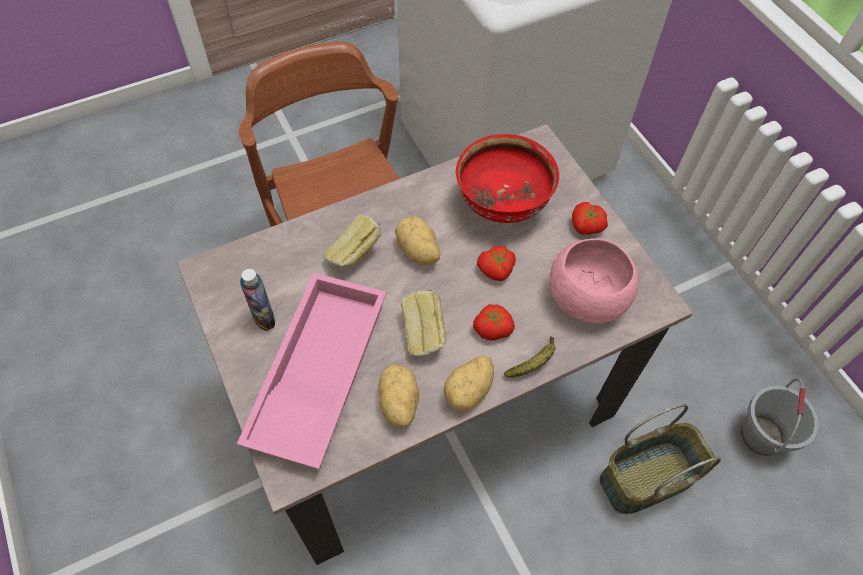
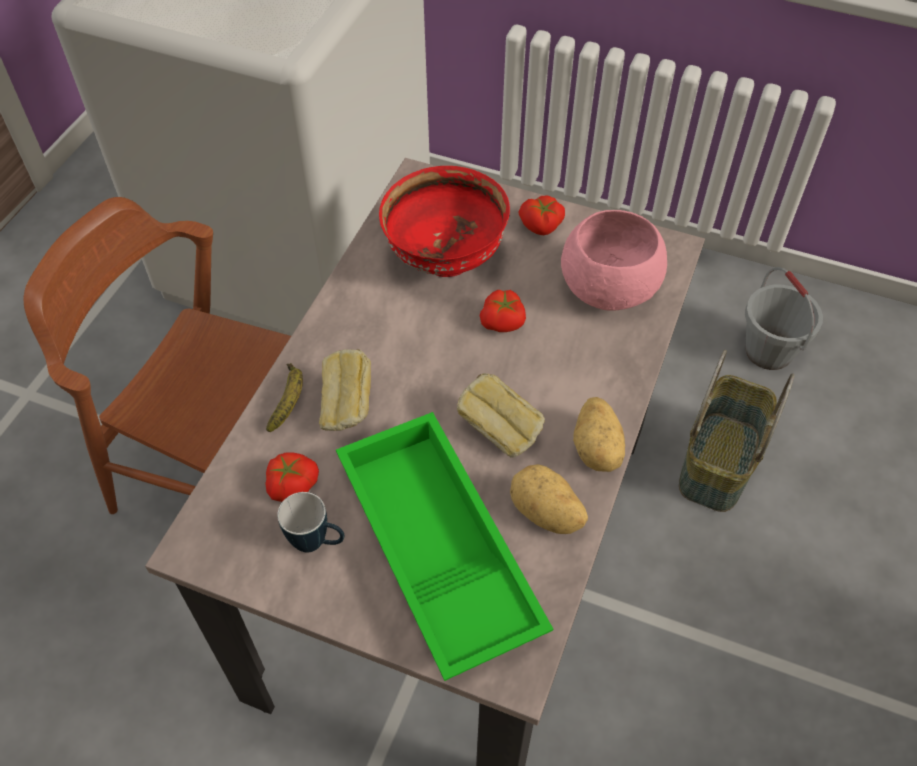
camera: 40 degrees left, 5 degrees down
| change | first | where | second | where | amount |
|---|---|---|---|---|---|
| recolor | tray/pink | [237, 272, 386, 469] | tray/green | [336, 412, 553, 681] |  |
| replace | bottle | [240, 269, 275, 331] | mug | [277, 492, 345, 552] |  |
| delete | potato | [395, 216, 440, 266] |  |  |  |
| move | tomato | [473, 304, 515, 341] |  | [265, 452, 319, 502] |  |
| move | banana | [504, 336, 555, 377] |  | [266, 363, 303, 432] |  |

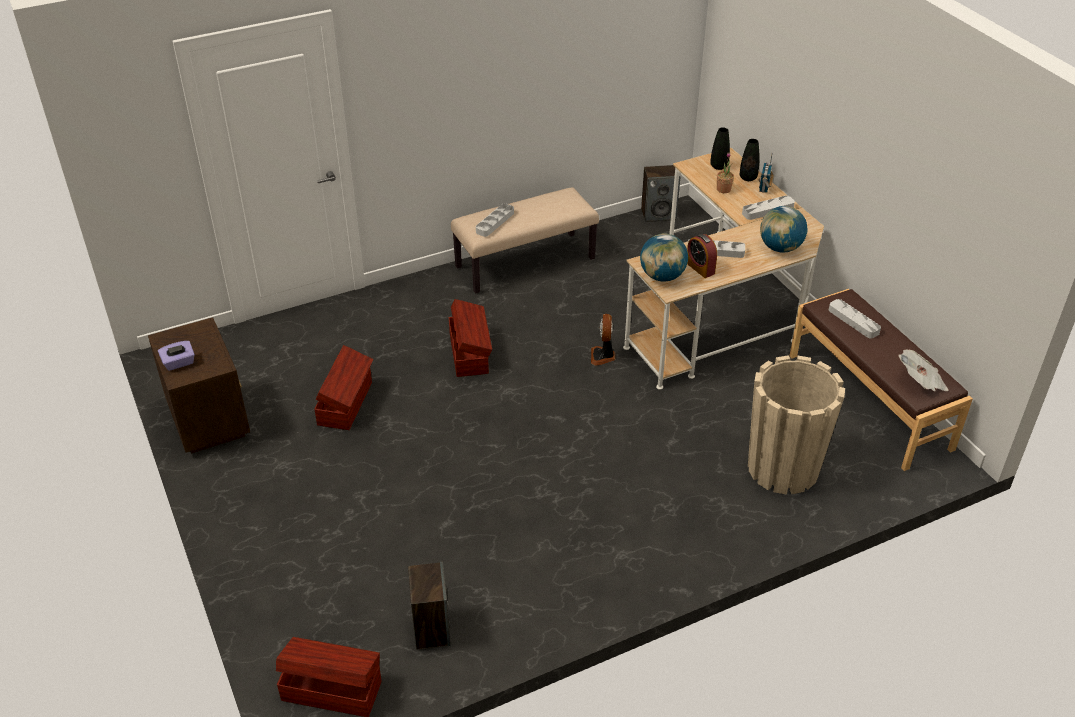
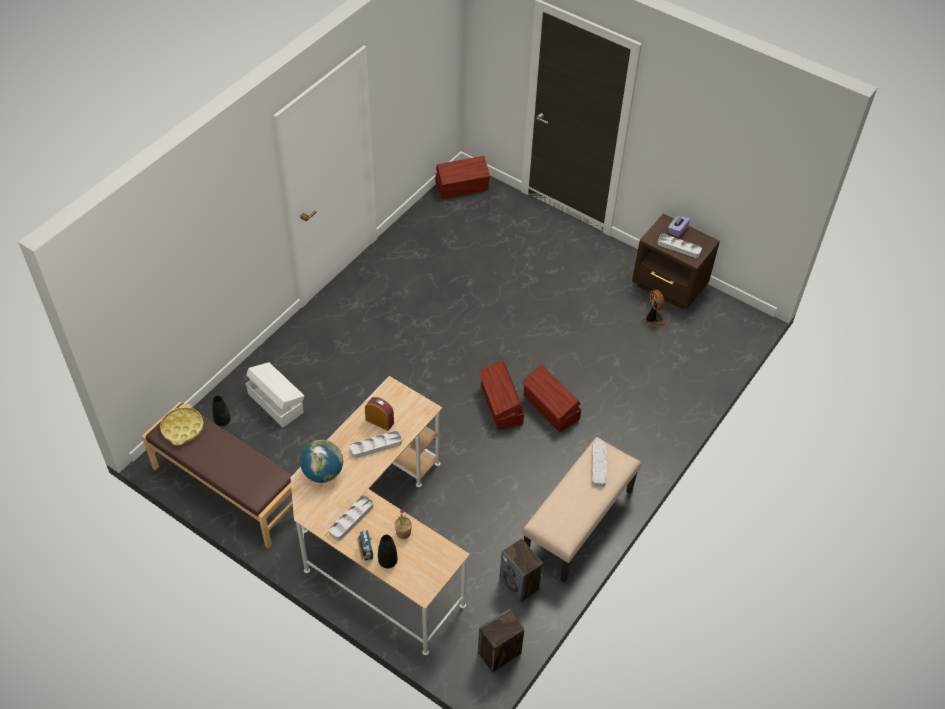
camera: 150 degrees right, 10 degrees up
| change | first | where | second | where | amount |
|---|---|---|---|---|---|
| move | storage box/brown | [314, 345, 373, 430] |  | [479, 360, 524, 430] |  |
| move | speaker | [408, 562, 451, 649] |  | [500, 539, 543, 603] |  |
| move | fan | [591, 314, 615, 365] |  | [643, 289, 667, 325] |  |
| delete | globe | [640, 234, 688, 282] |  |  |  |
| move | vase/black | [710, 127, 730, 170] |  | [212, 396, 230, 426] |  |
| replace | planter/beige | [748, 355, 845, 495] | storage box/white | [246, 362, 304, 427] |  |
| move | tray/grey | [829, 299, 881, 338] |  | [657, 234, 702, 258] |  |
| replace | newspaper | [899, 350, 949, 391] | tray/yellow | [160, 404, 204, 445] |  |

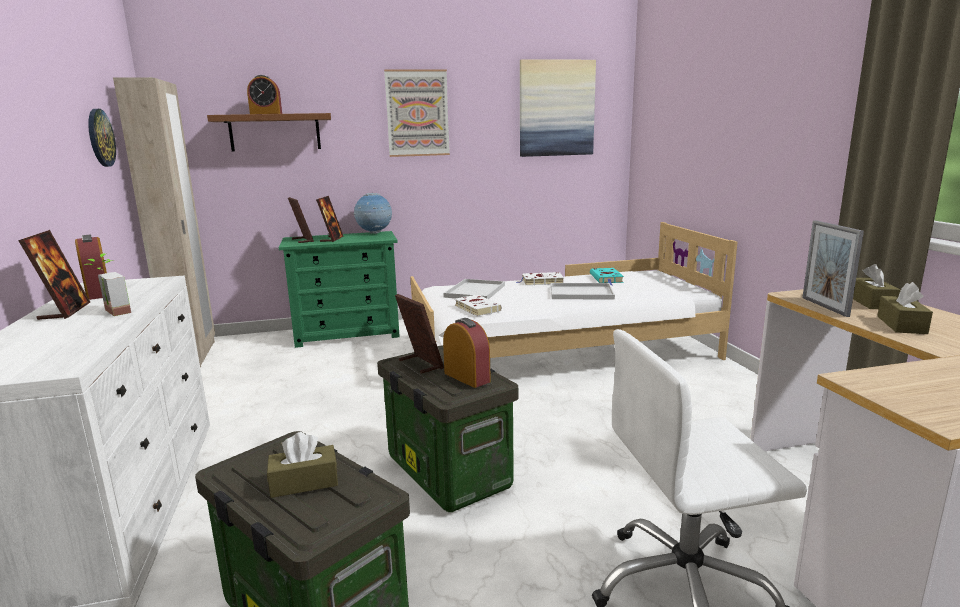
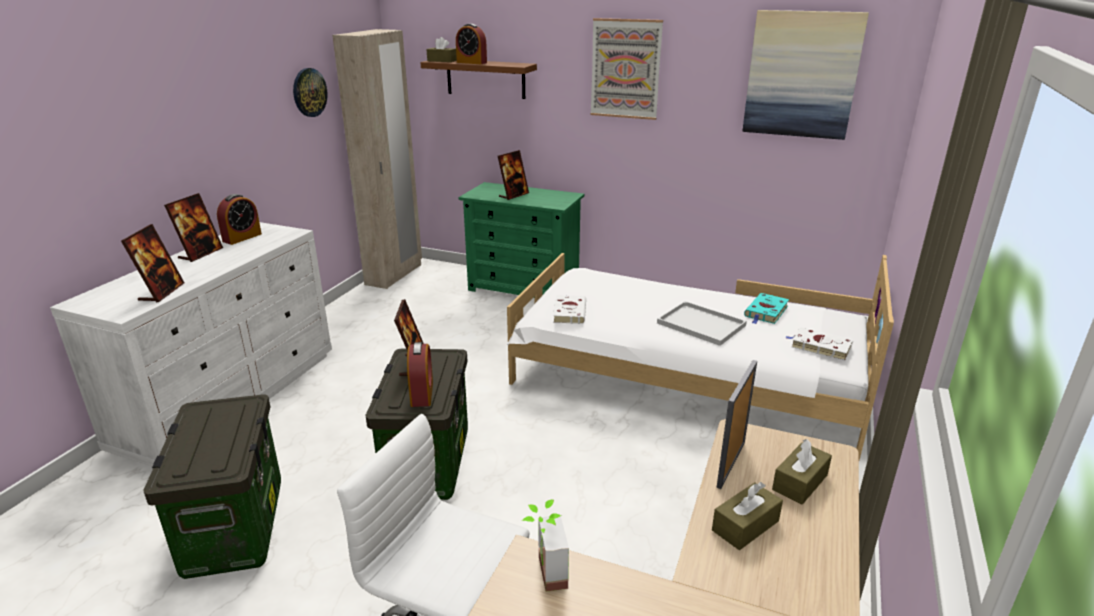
camera: 35 degrees right, 10 degrees up
| change | first | where | second | where | amount |
|---|---|---|---|---|---|
| rotate | alarm clock | [75, 235, 107, 300] |  | [217, 194, 262, 245] | 150 degrees counterclockwise |
| move | potted plant | [84, 253, 131, 316] |  | [522, 500, 569, 592] |  |
| move | tissue box/brown | [267, 432, 338, 498] |  | [427, 37, 457, 62] |  |
| move | picture frame | [288, 197, 314, 243] |  | [121, 224, 184, 303] |  |
| delete | globe | [354, 193, 392, 234] |  |  |  |
| delete | tray/white | [443, 279, 505, 299] |  |  |  |
| move | book/white | [517, 272, 564, 285] |  | [786, 327, 853, 361] |  |

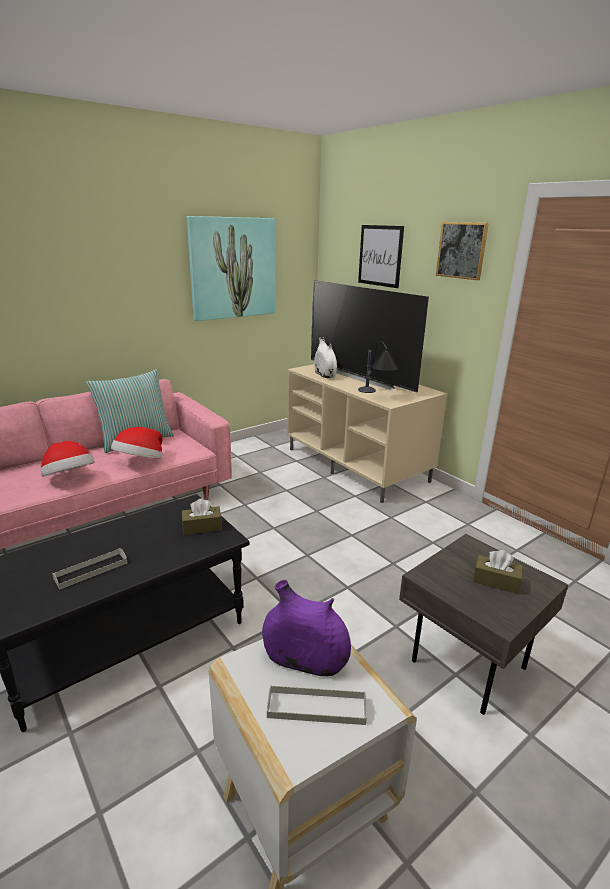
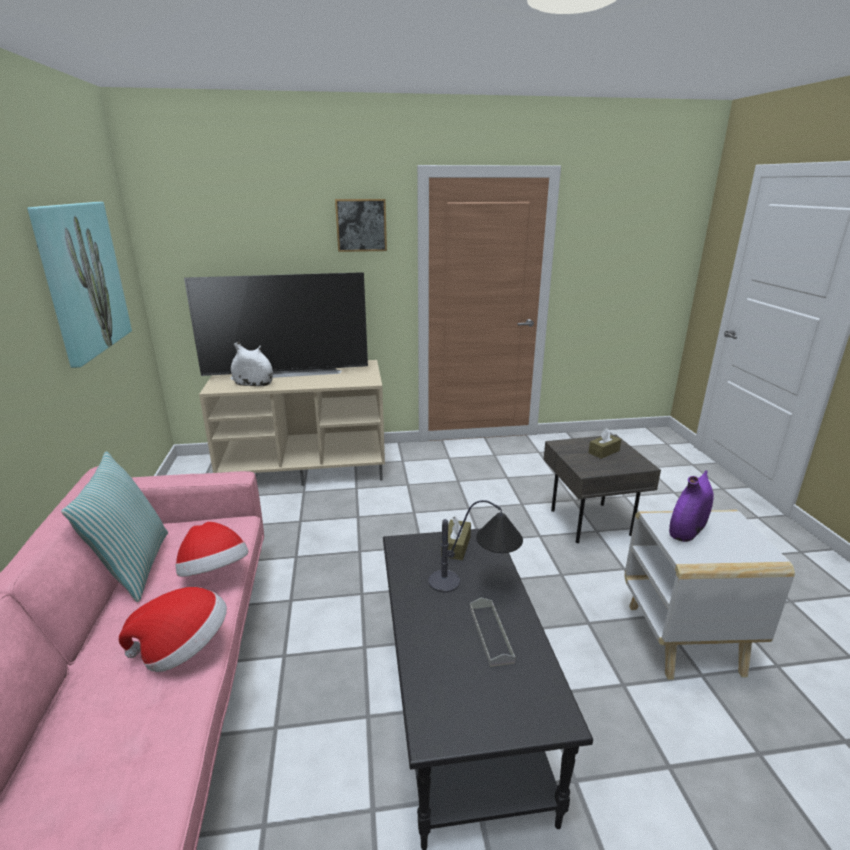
camera: 60 degrees left, 0 degrees up
| change | first | where | second | where | amount |
|---|---|---|---|---|---|
| delete | tray/grey | [267, 685, 367, 725] |  |  |  |
| delete | picture | [358, 225, 404, 288] |  |  |  |
| move | table lamp | [358, 341, 398, 393] |  | [428, 500, 523, 592] |  |

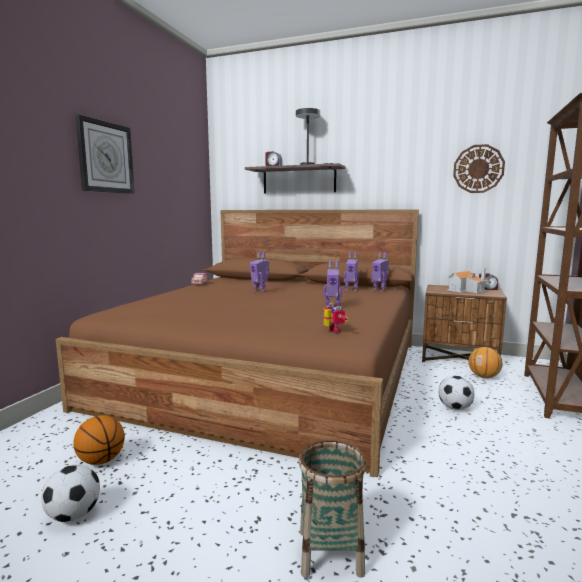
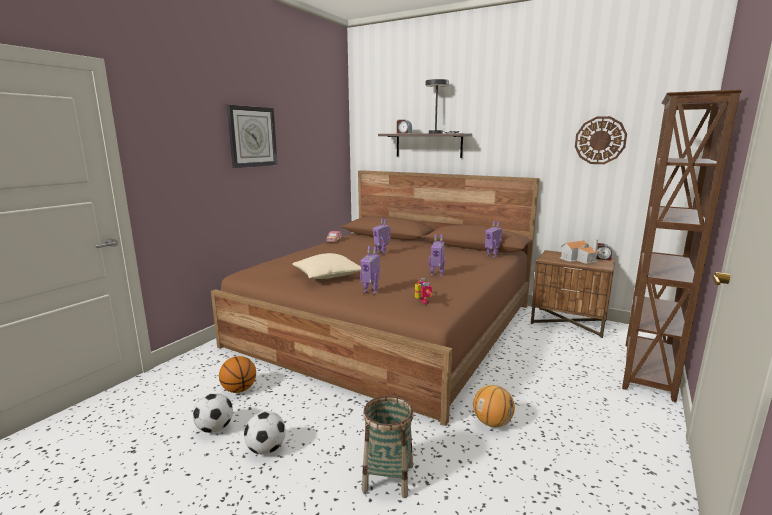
camera: 10 degrees right, 5 degrees up
| change | first | where | second | where | amount |
|---|---|---|---|---|---|
| move | toy robot | [344, 252, 359, 291] |  | [360, 246, 381, 294] |  |
| move | football | [439, 376, 474, 410] |  | [244, 411, 286, 454] |  |
| move | basketball | [469, 347, 503, 378] |  | [473, 385, 515, 427] |  |
| insert |  |  | pillow/beige | [292, 253, 361, 279] |  |

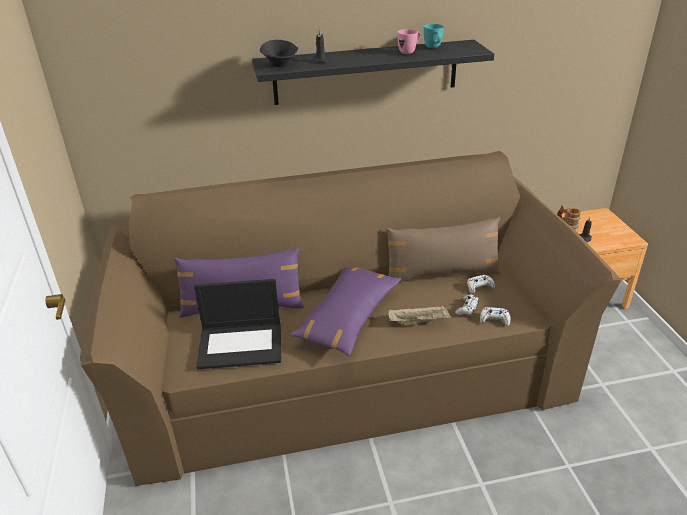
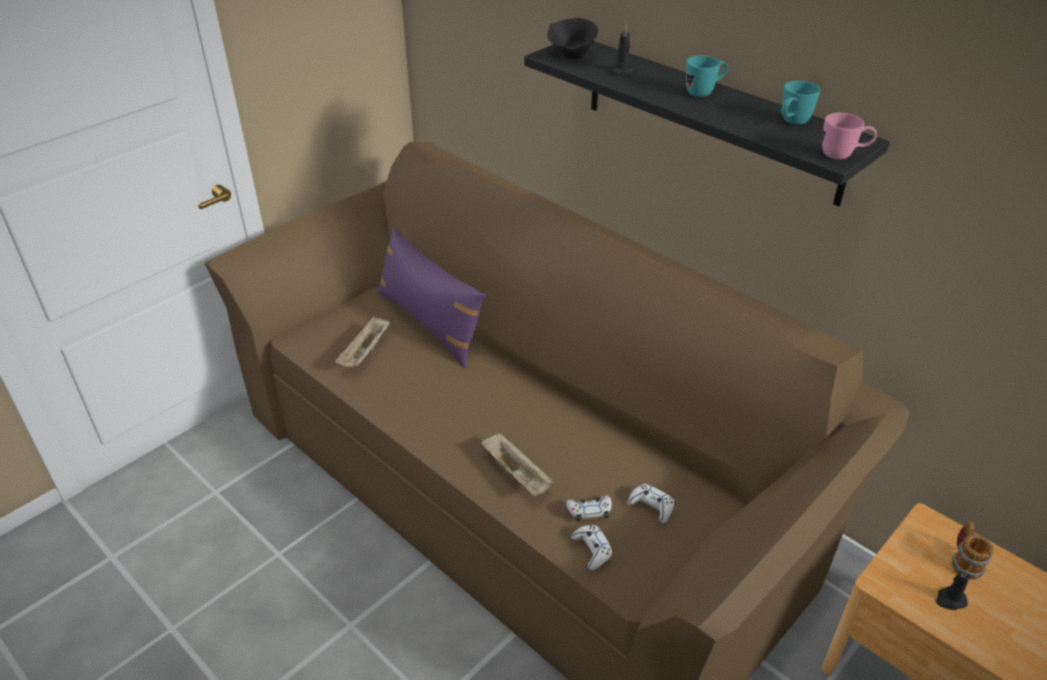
camera: 55 degrees right, 5 degrees up
| change | first | where | second | where | amount |
|---|---|---|---|---|---|
| replace | laptop | [194, 279, 281, 369] | tray/beige | [335, 316, 390, 367] |  |
| delete | pillow/purple | [290, 267, 401, 356] |  |  |  |
| delete | pillow/brown | [386, 217, 501, 282] |  |  |  |
| move | mug/pink | [397, 29, 421, 54] |  | [822, 113, 877, 160] |  |
| insert |  |  | mug/turquoise | [686, 55, 728, 97] |  |

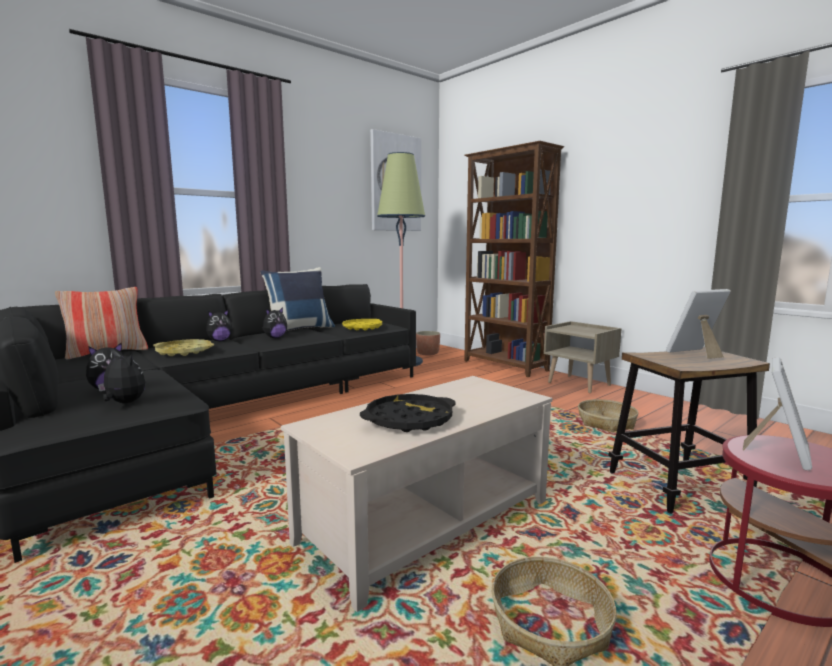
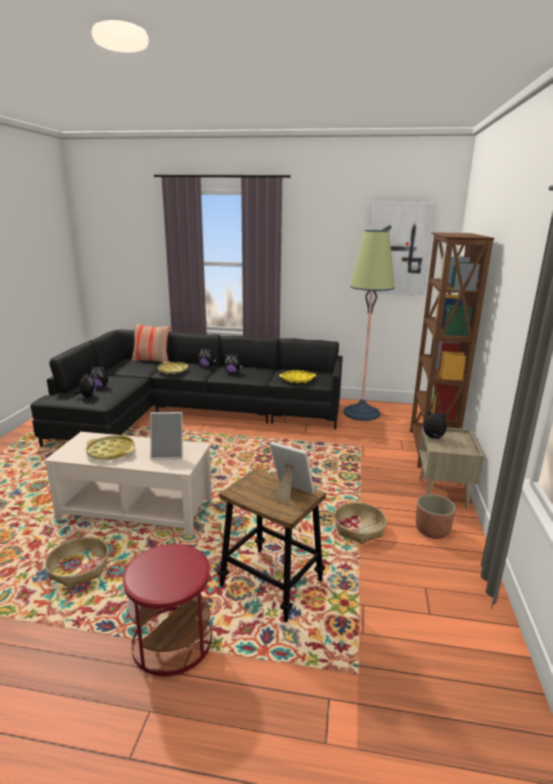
camera: 50 degrees right, 10 degrees up
| change | first | where | second | where | amount |
|---|---|---|---|---|---|
| delete | pillow/blue | [260, 267, 335, 331] |  |  |  |
| recolor | tray/black | [360, 394, 456, 432] | tray/yellow | [86, 435, 135, 461] |  |
| move | planter | [416, 331, 440, 356] |  | [416, 494, 456, 539] |  |
| move | picture frame | [743, 357, 812, 470] |  | [150, 412, 183, 460] |  |
| insert |  |  | plush toy | [421, 410, 447, 439] |  |

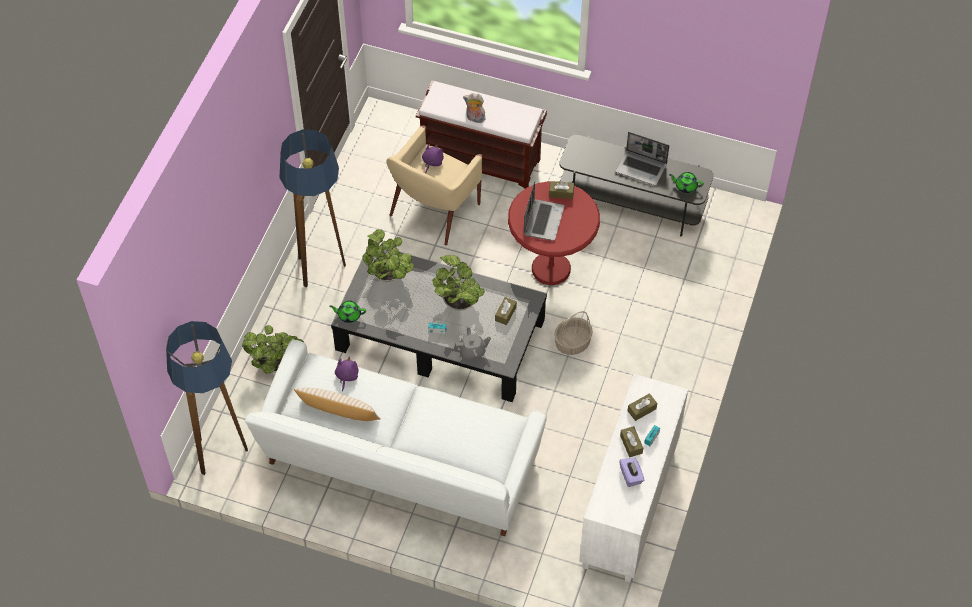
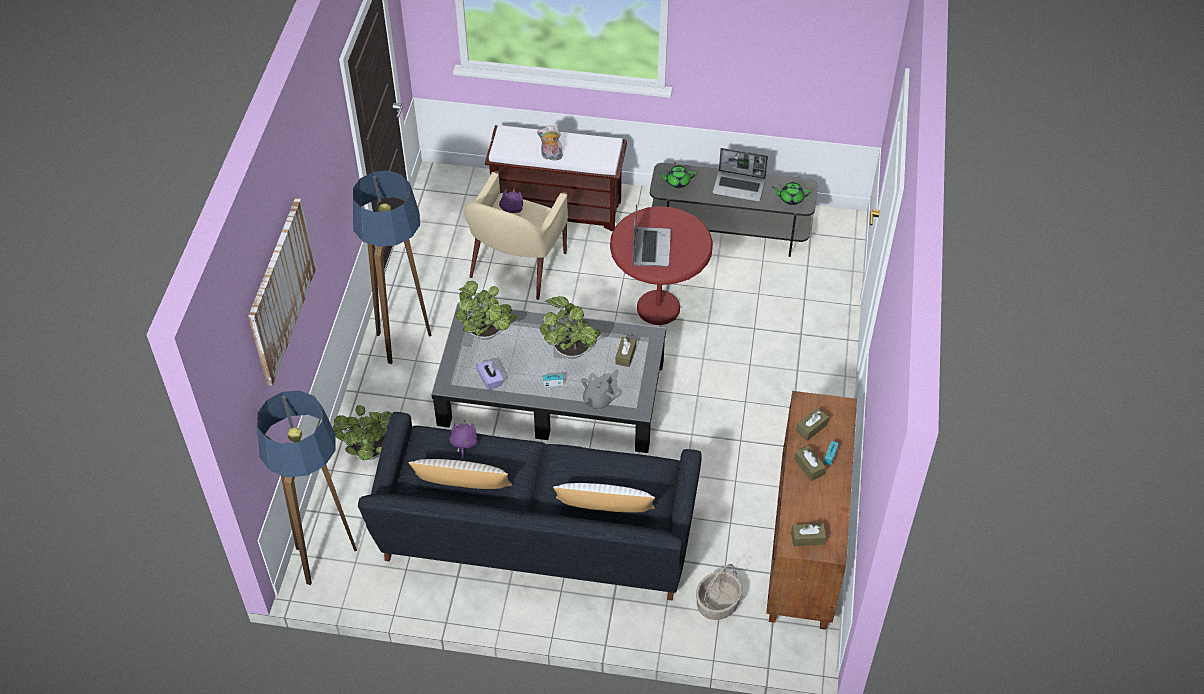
camera: 10 degrees left, 5 degrees down
| change | first | where | second | where | amount |
|---|---|---|---|---|---|
| recolor | sofa/white | [245, 339, 547, 536] | sofa/black | [358, 412, 702, 601] |  |
| move | teapot/green | [329, 301, 366, 323] |  | [658, 166, 696, 188] |  |
| rotate | teapot/grey | [454, 328, 491, 360] |  | [581, 374, 615, 410] | 150 degrees clockwise |
| move | tissue box/brown | [549, 181, 574, 199] |  | [791, 523, 826, 546] |  |
| move | basket | [554, 311, 593, 355] |  | [696, 564, 742, 620] |  |
| recolor | cabinet/white | [579, 374, 688, 583] | cabinet/brown | [766, 391, 857, 630] |  |
| move | tissue box/purple | [619, 457, 644, 487] |  | [476, 360, 504, 390] |  |
| insert |  |  | picture | [248, 198, 316, 386] |  |
| insert |  |  | pillow/white | [553, 483, 655, 513] |  |

